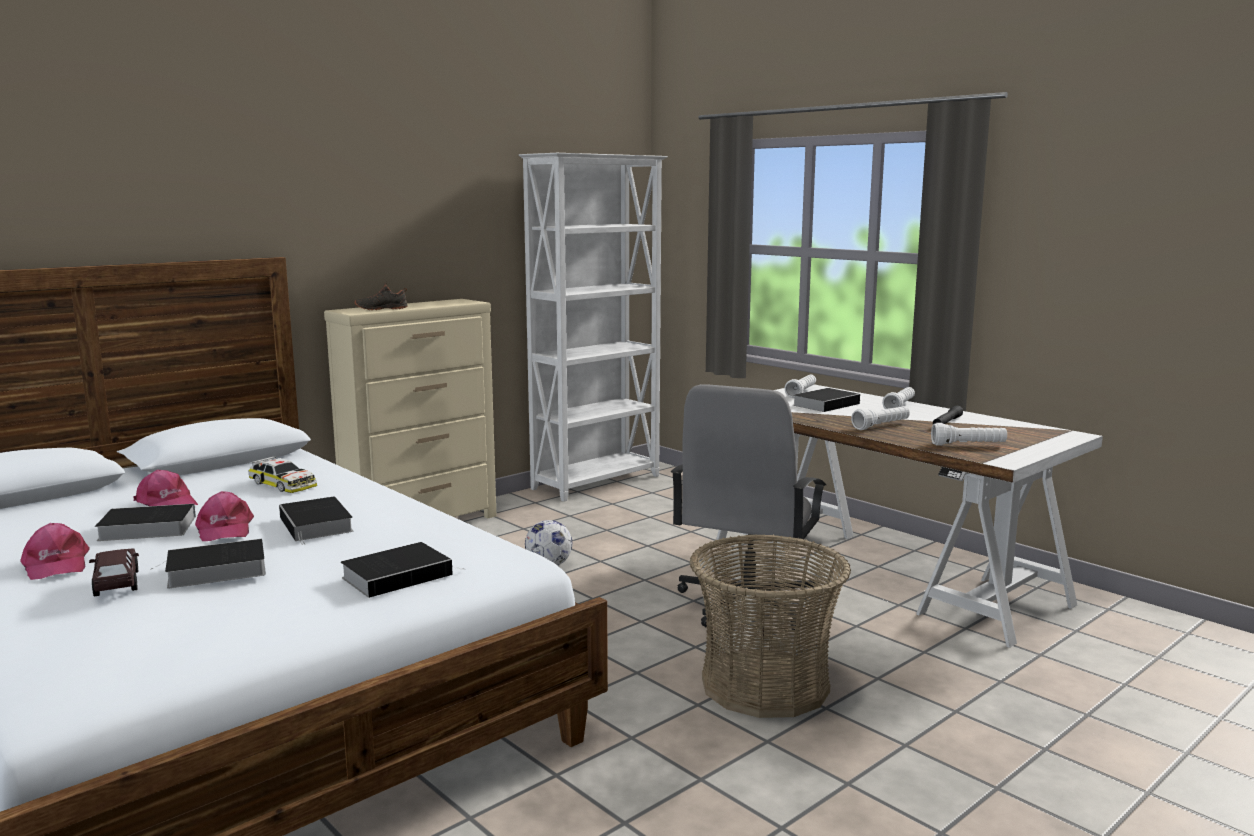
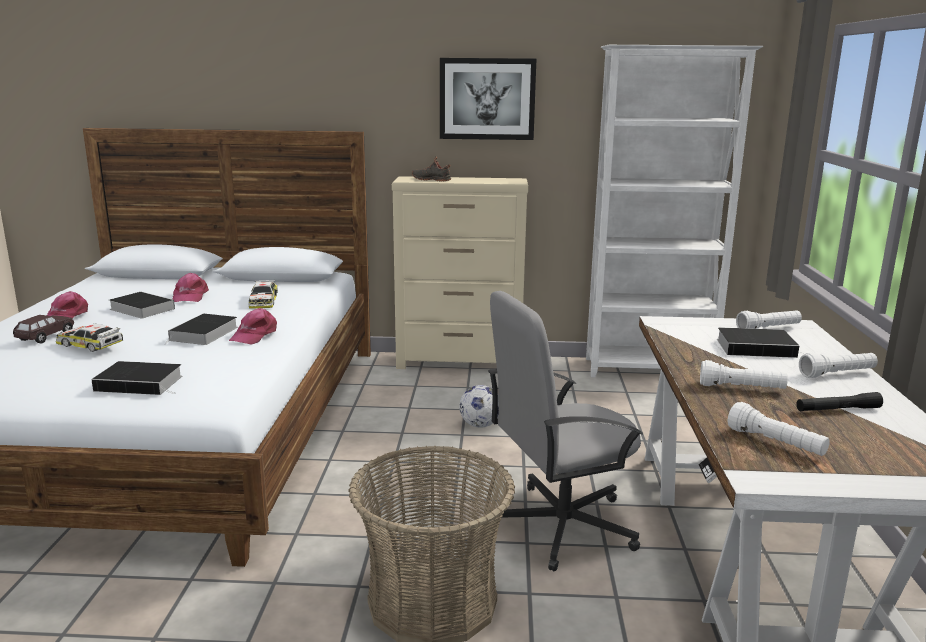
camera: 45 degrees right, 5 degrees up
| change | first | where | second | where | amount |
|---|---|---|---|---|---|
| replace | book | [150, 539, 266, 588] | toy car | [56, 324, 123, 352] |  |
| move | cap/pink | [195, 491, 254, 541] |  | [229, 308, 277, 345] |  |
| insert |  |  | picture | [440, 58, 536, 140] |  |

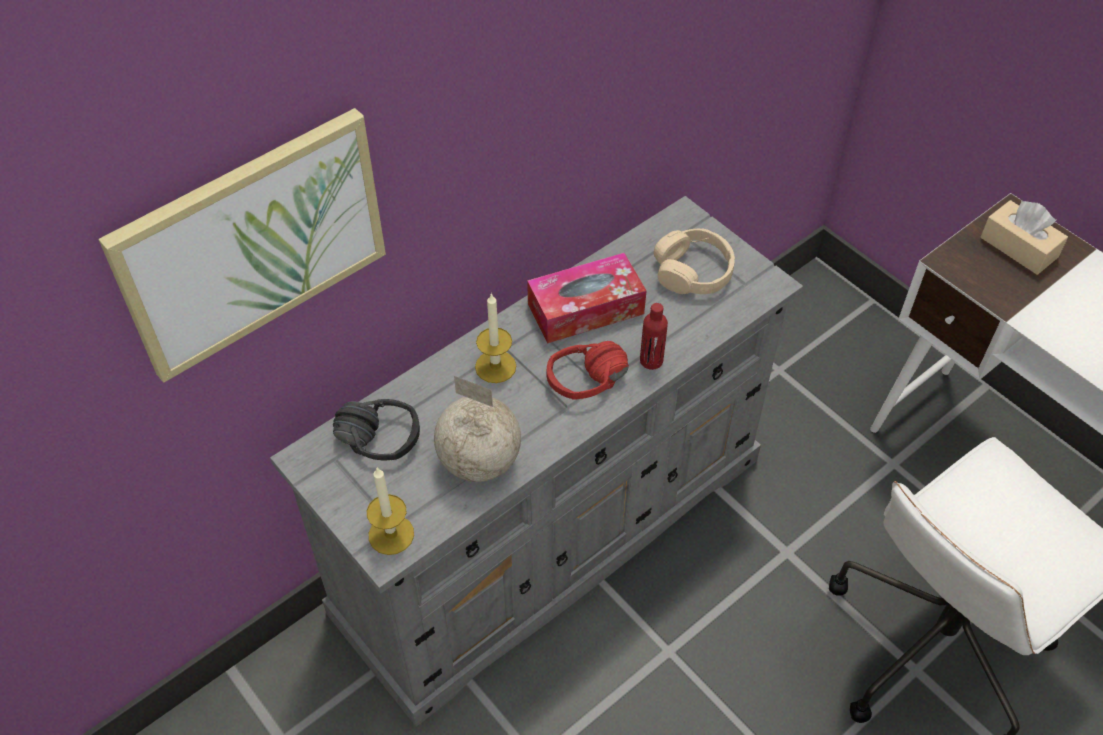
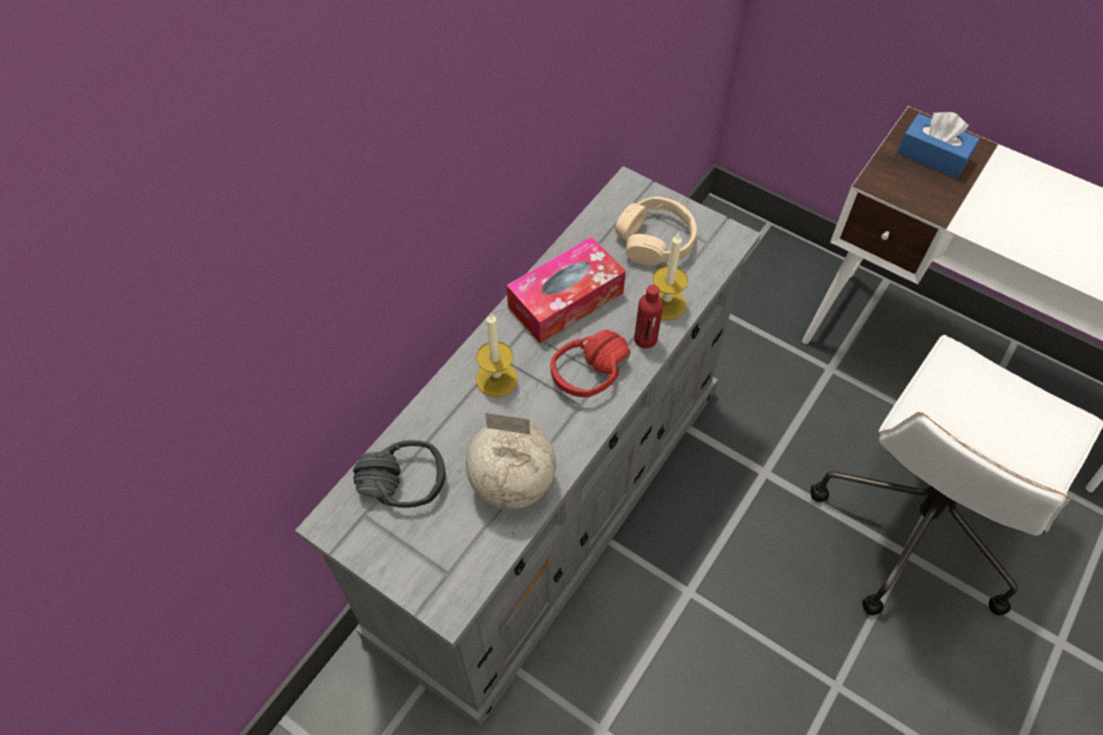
camera: 15 degrees left, 5 degrees up
| change | first | where | second | where | amount |
|---|---|---|---|---|---|
| delete | picture | [99, 108, 386, 383] |  |  |  |
| move | candle | [367, 467, 414, 555] |  | [653, 233, 688, 320] |  |
| recolor | tissue box/beige | [981, 200, 1068, 275] | tissue box/blue | [897, 112, 980, 179] |  |

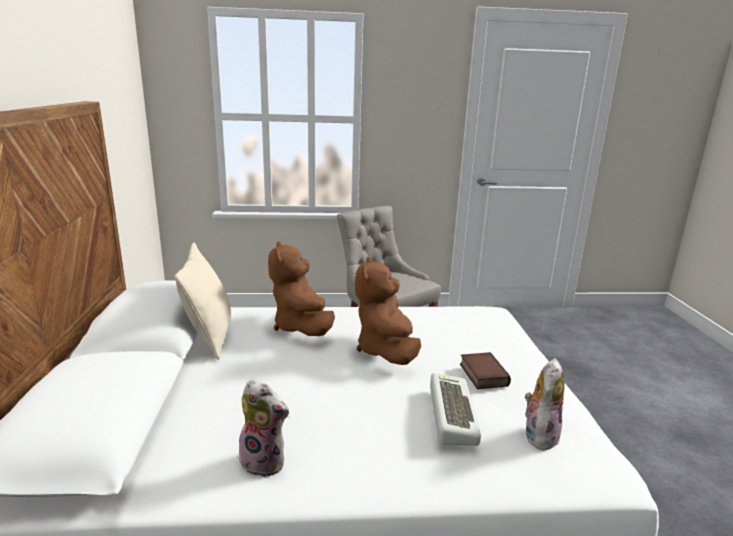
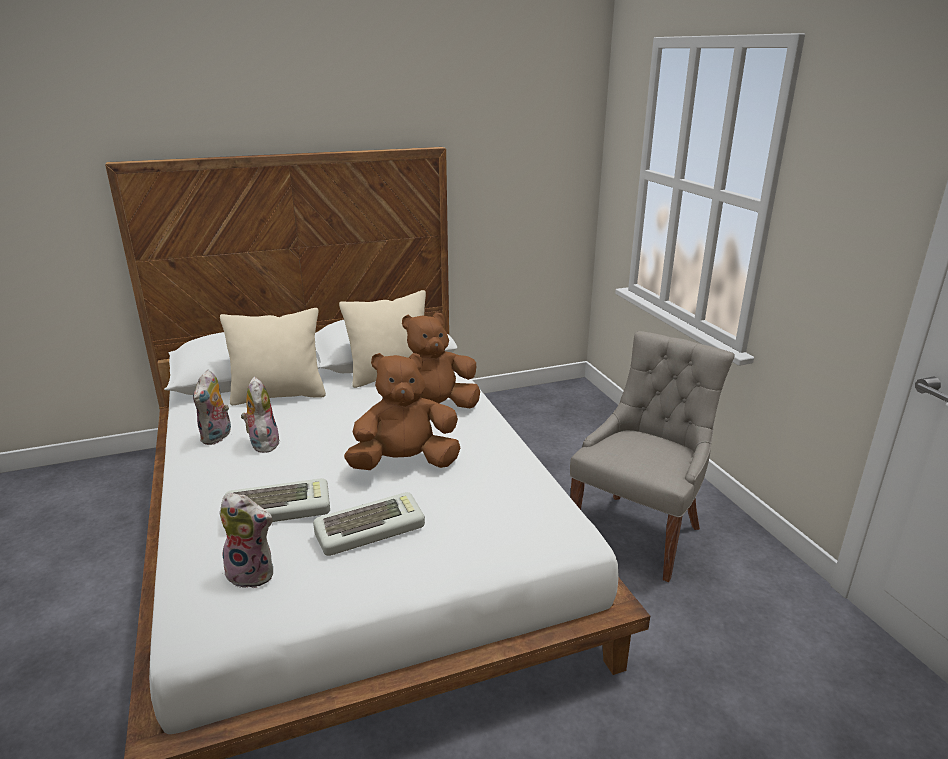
camera: 75 degrees right, 5 degrees up
| change | first | where | second | where | amount |
|---|---|---|---|---|---|
| replace | book | [460, 352, 511, 389] | keyboard | [313, 492, 425, 556] |  |
| insert |  |  | pillow/beige | [220, 308, 326, 405] |  |
| insert |  |  | plush toy | [241, 377, 280, 453] |  |

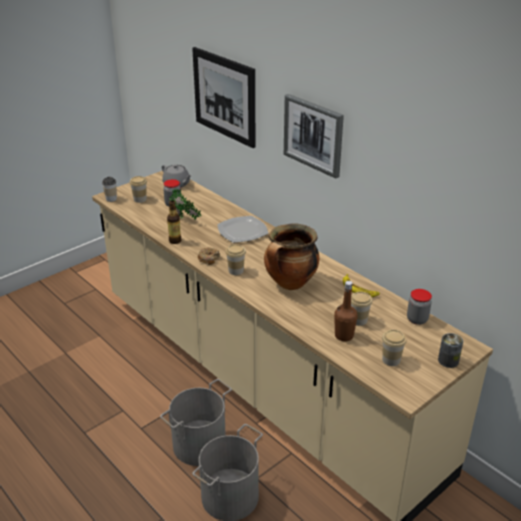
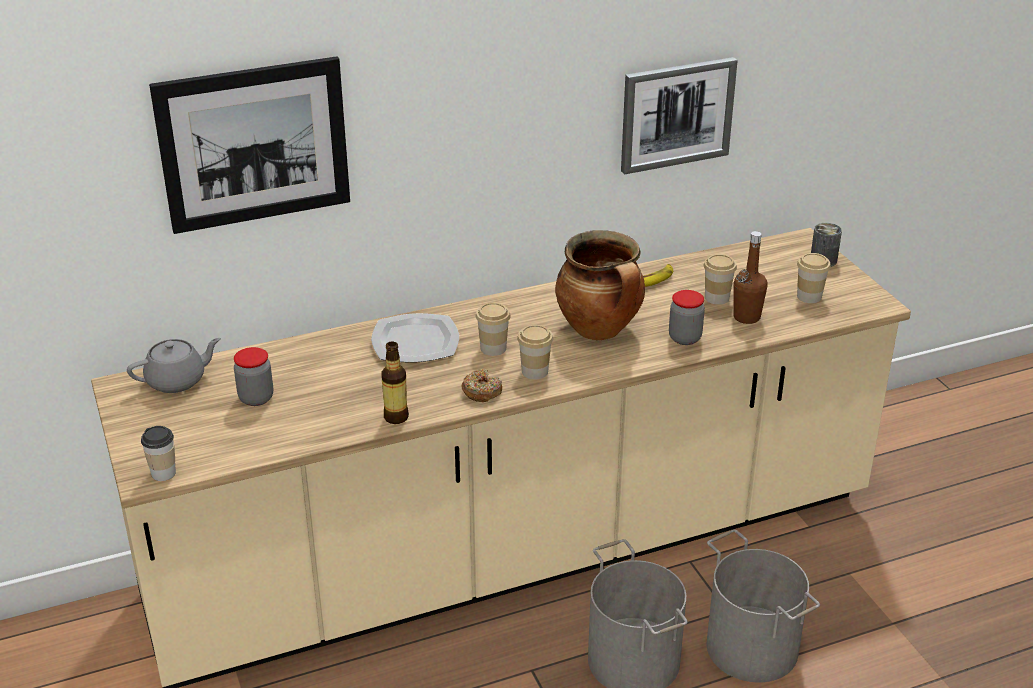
camera: 70 degrees left, 0 degrees up
| change | first | where | second | where | amount |
|---|---|---|---|---|---|
| move | cup | [130, 176, 147, 203] |  | [476, 303, 511, 356] |  |
| delete | potted plant | [169, 188, 201, 220] |  |  |  |
| move | picture | [284, 94, 344, 179] |  | [621, 57, 738, 174] |  |
| move | jar | [407, 289, 432, 325] |  | [669, 290, 705, 345] |  |

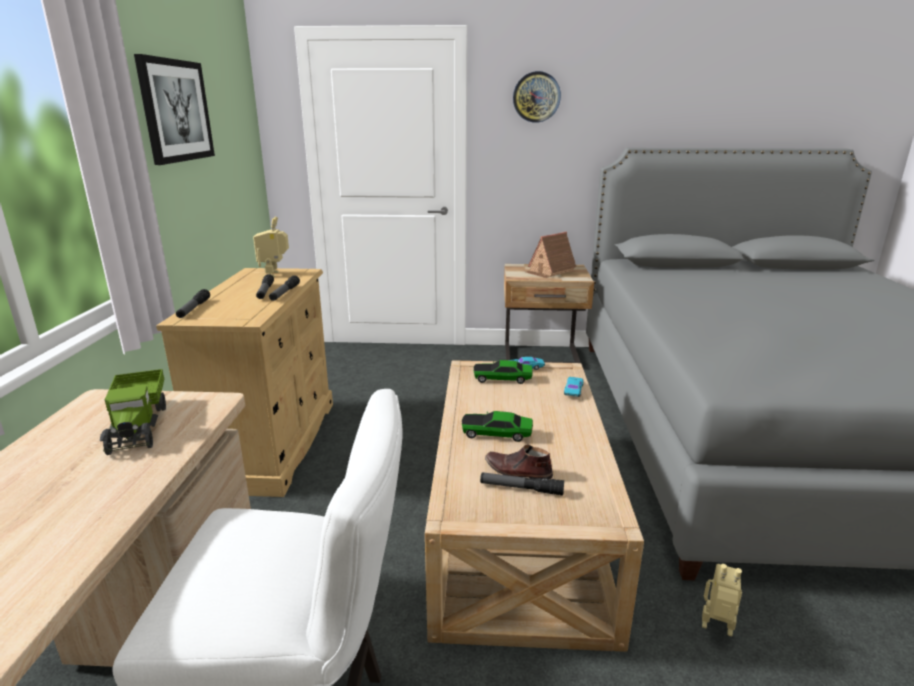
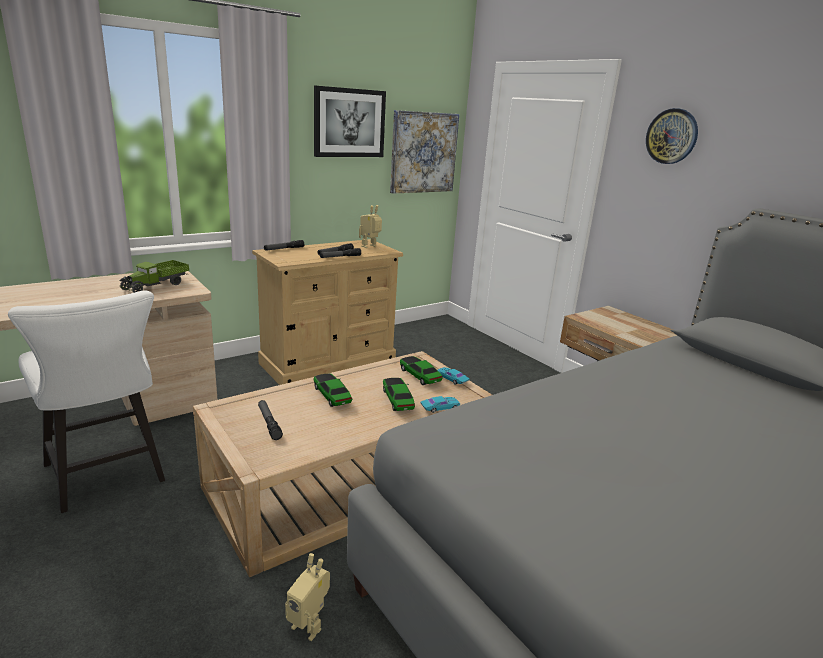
camera: 50 degrees right, 0 degrees up
| change | first | where | second | where | amount |
|---|---|---|---|---|---|
| delete | shoe/brown | [485, 445, 553, 479] |  |  |  |
| delete | toy house | [526, 232, 576, 278] |  |  |  |
| rotate | toy robot | [702, 564, 742, 637] |  | [285, 553, 330, 641] | 135 degrees clockwise |
| insert |  |  | toy car | [383, 378, 415, 411] |  |
| insert |  |  | picture | [390, 110, 459, 194] |  |

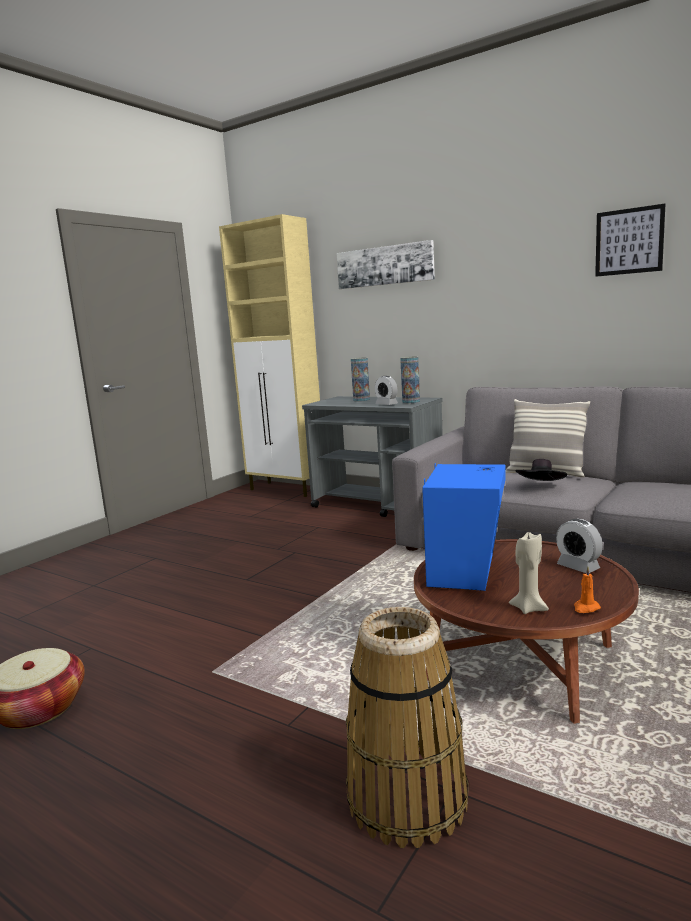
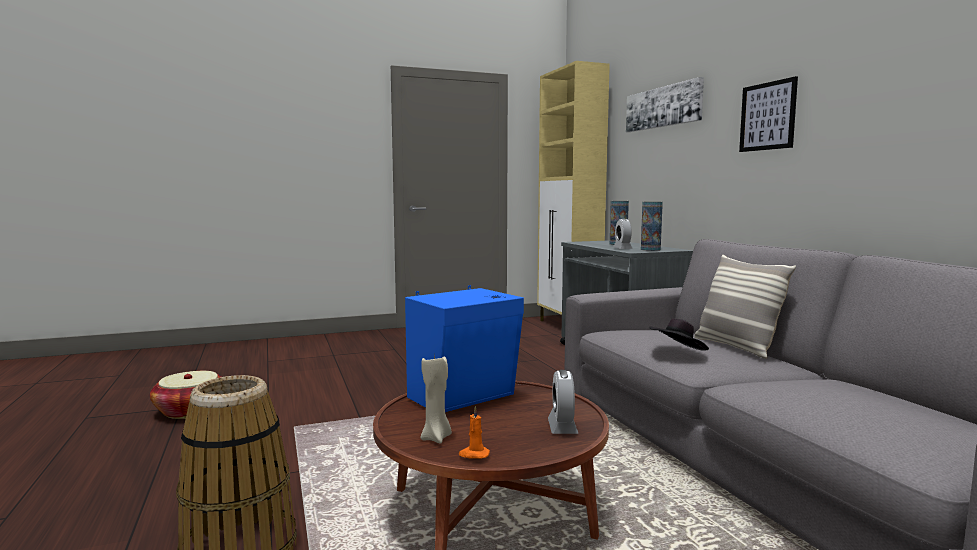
camera: 35 degrees right, 5 degrees down
| change | first | where | second | where | amount |
|---|---|---|---|---|---|
| move | picture | [595, 204, 665, 277] |  | [739, 76, 798, 152] |  |

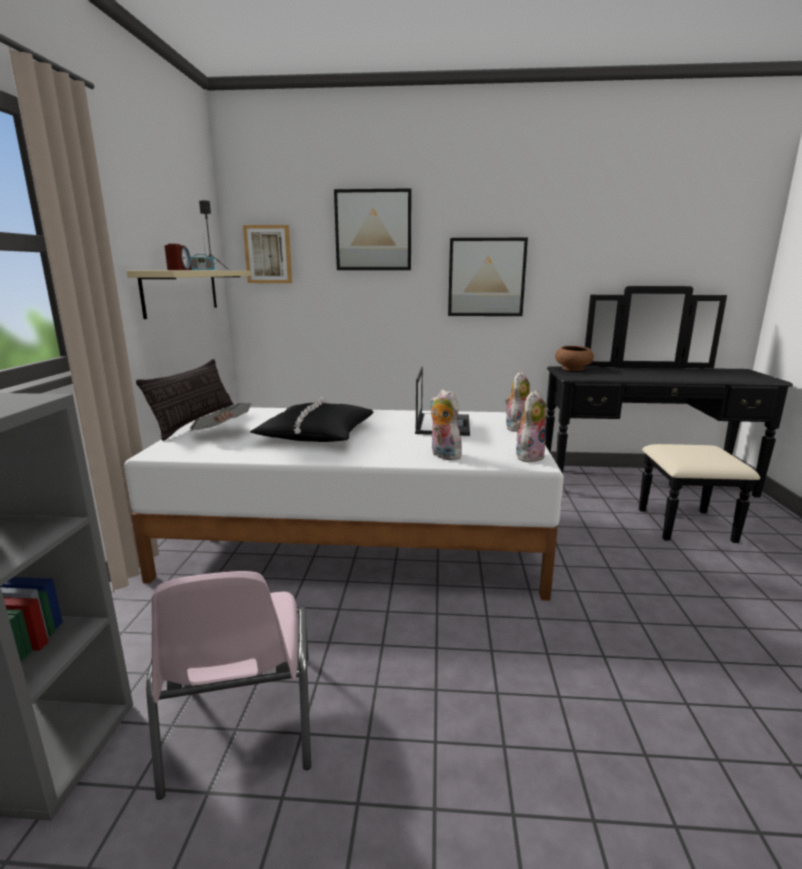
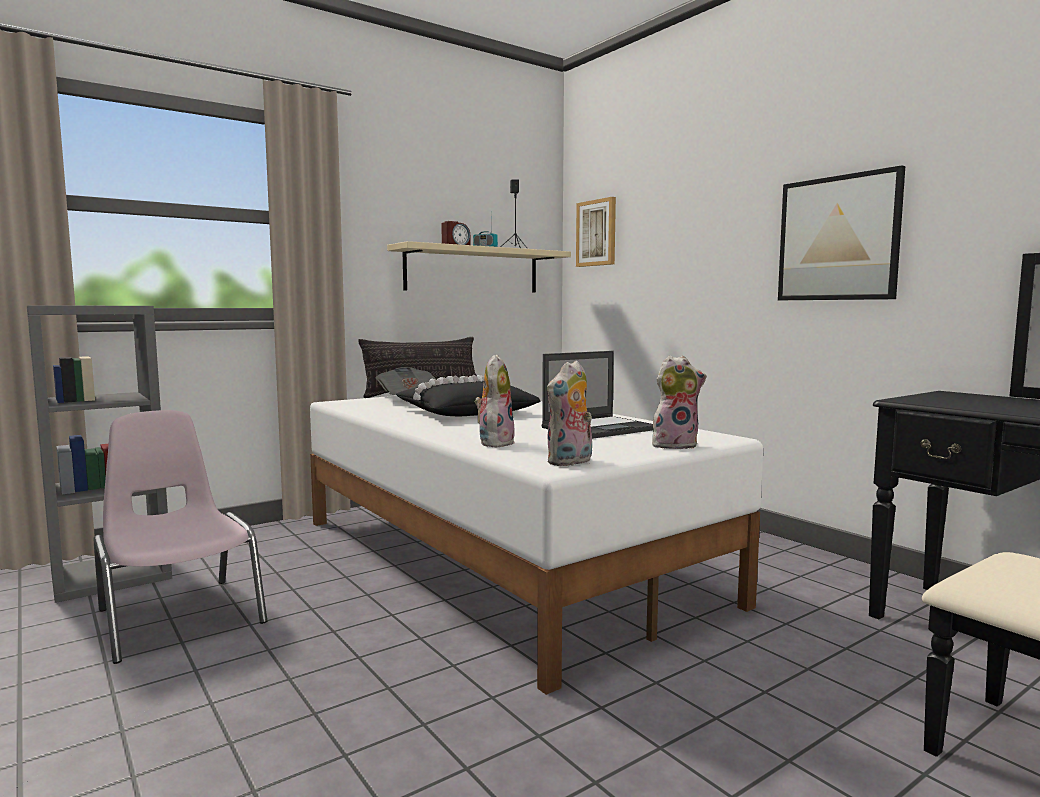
camera: 50 degrees right, 10 degrees down
| change | first | where | second | where | amount |
|---|---|---|---|---|---|
| rotate | chair/pink | [146, 571, 311, 800] |  | [94, 410, 267, 664] | 105 degrees clockwise |
| delete | picture | [334, 188, 411, 270] |  |  |  |
| rotate | plush toy | [516, 390, 546, 463] |  | [547, 360, 592, 466] | 135 degrees clockwise |
| delete | bowl/brown | [555, 346, 594, 371] |  |  |  |

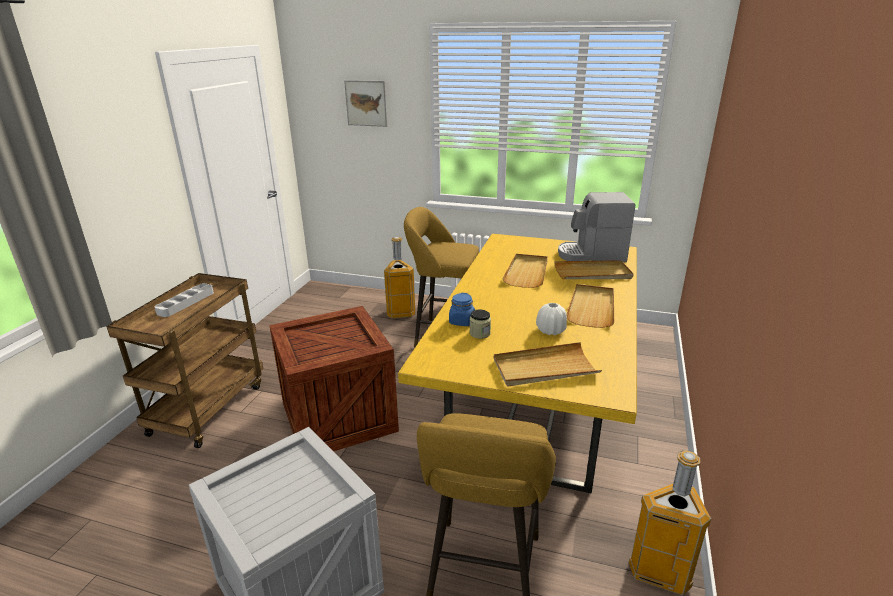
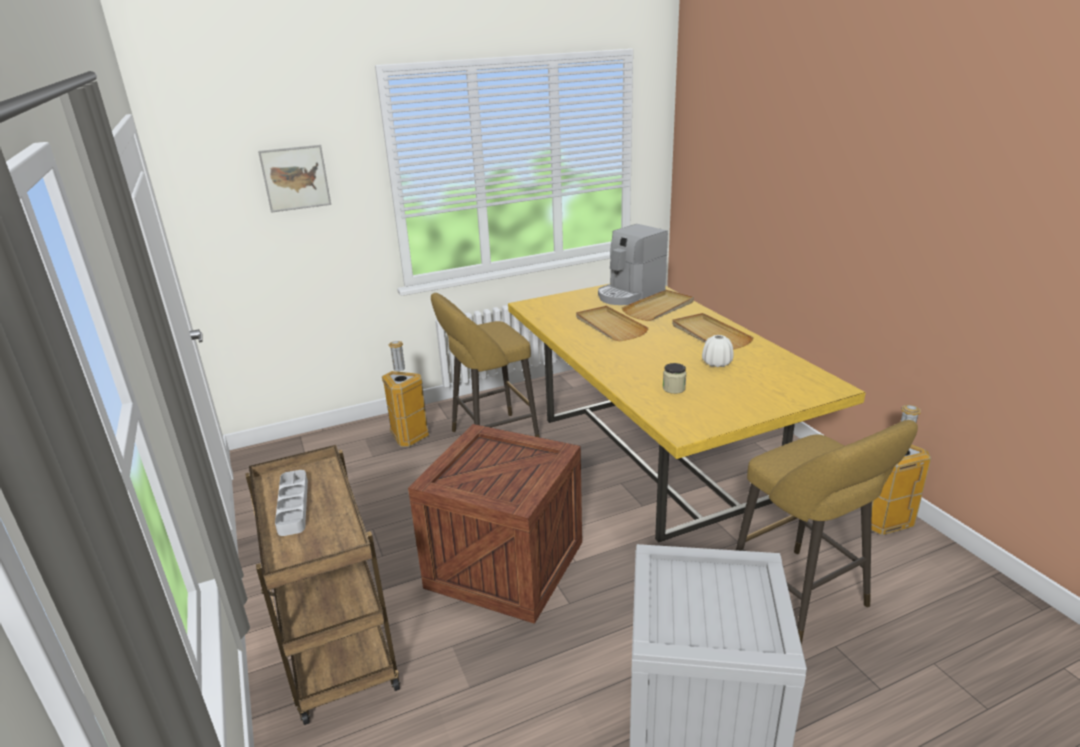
camera: 40 degrees left, 0 degrees up
| change | first | where | second | where | amount |
|---|---|---|---|---|---|
| delete | jar/blue | [449, 293, 475, 326] |  |  |  |
| delete | tray/beige | [494, 342, 602, 387] |  |  |  |

